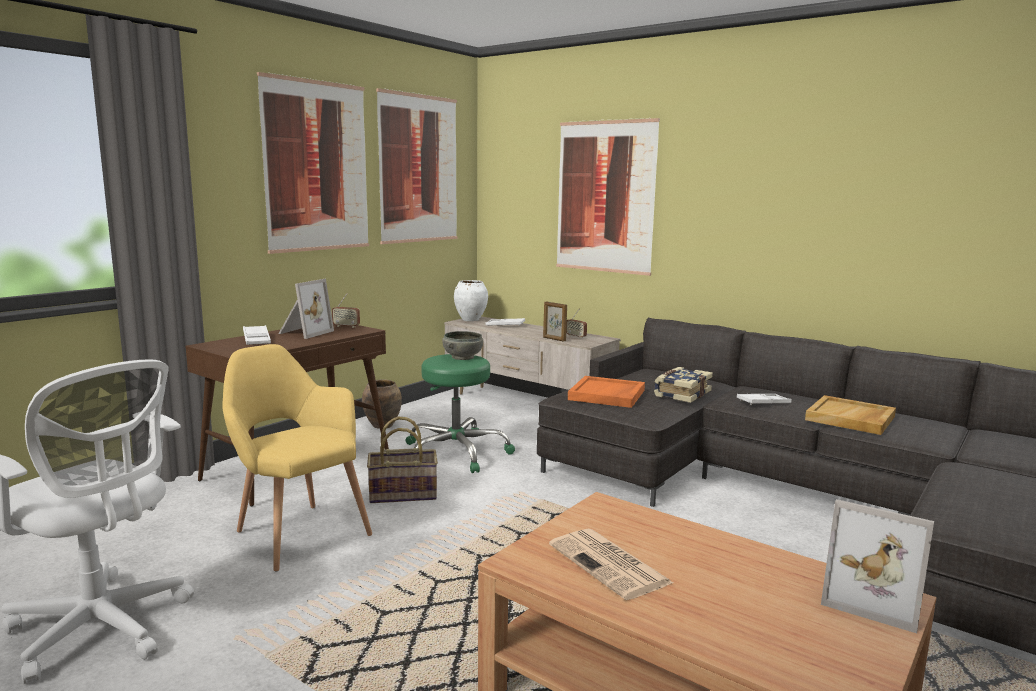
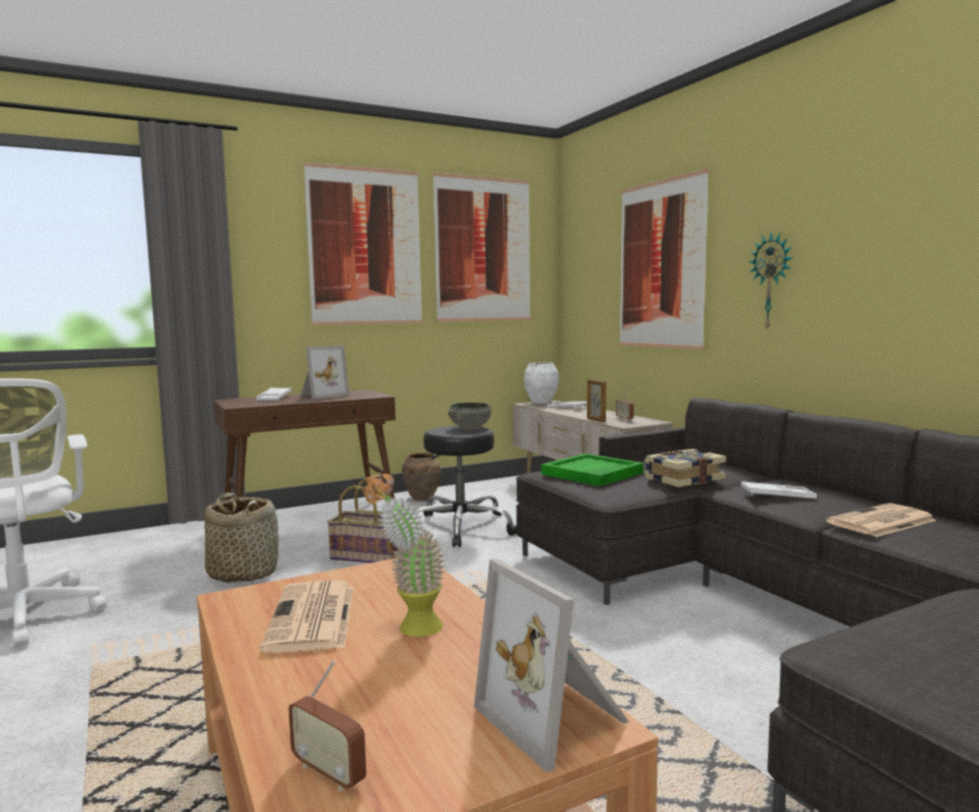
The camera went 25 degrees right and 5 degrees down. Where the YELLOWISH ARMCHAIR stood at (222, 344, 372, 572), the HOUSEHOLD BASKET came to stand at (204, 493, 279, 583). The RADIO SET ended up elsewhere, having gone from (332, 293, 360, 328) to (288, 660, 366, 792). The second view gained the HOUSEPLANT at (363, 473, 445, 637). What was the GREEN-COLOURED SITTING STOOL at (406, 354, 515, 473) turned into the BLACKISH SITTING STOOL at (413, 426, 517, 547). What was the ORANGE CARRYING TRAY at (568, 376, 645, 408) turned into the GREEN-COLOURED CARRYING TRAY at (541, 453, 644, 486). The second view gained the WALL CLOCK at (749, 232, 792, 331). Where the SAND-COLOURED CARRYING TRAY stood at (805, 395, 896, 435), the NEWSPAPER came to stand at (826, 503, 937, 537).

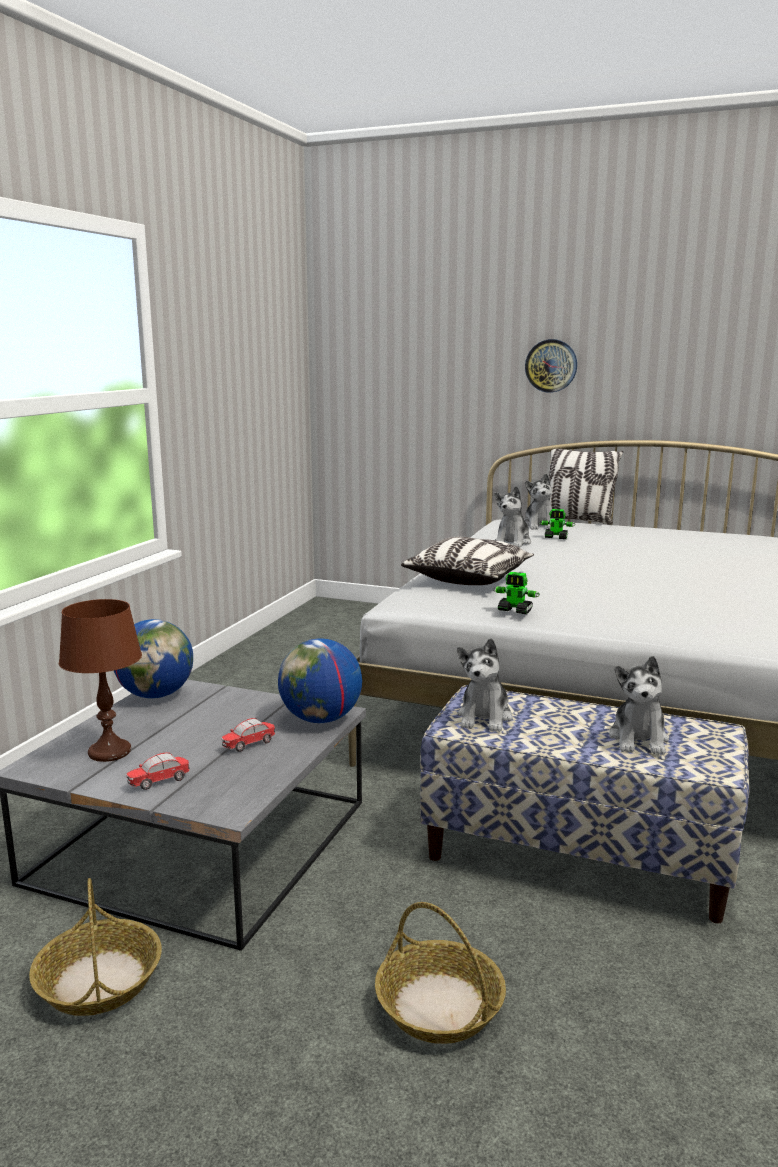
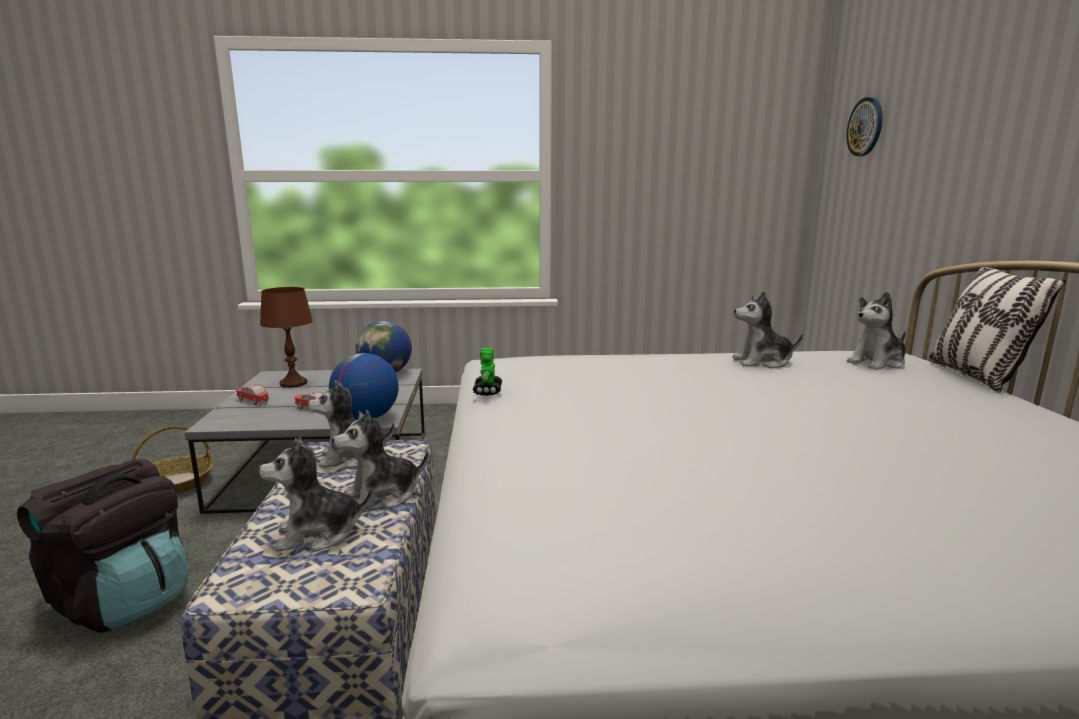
The camera went 65 degrees right and 0 degrees up. Where the HOUSEHOLD BASKET stood at (375, 902, 506, 1044), the BLACKISH BACKPACK came to stand at (17, 459, 188, 633). The second view gained the CUDDLY TOY at (332, 410, 428, 509). The WALL CLOCK ended up elsewhere, having gone from (525, 339, 577, 393) to (846, 97, 883, 156). The second view lost the CUSHION at (401, 537, 534, 585). The second view lost the TOY ROBOT at (539, 509, 575, 539).

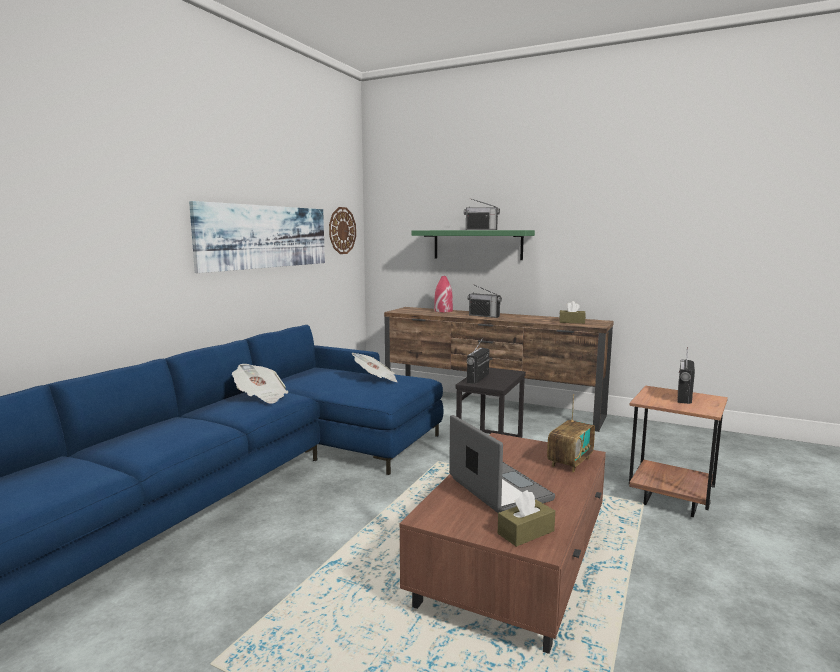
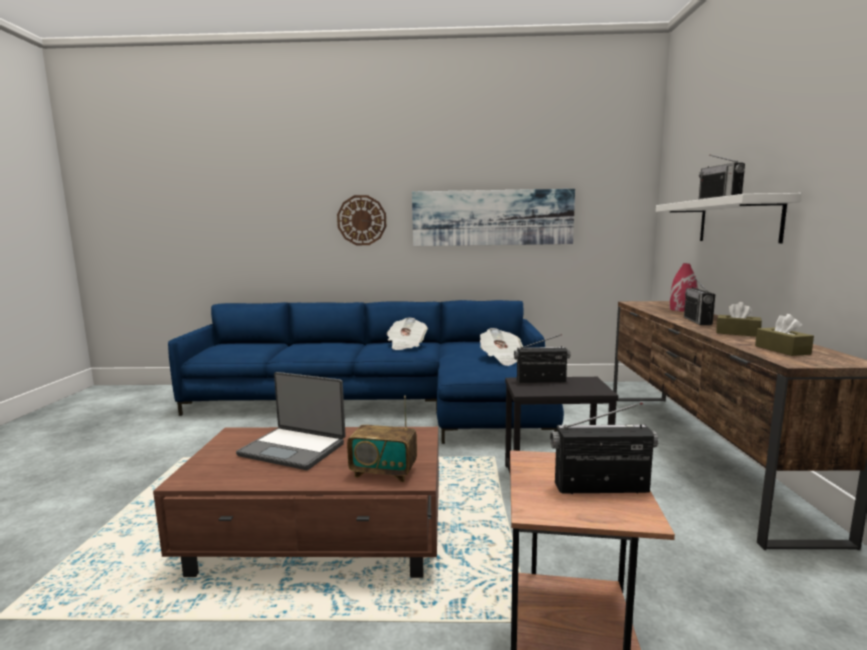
The camera went 65 degrees right and 0 degrees up. The NOTEBOOK COMPUTER at (449, 415, 555, 513) ended up facing another way, 75 degrees clockwise from before. The WALL CLOCK ended up elsewhere, having gone from (329, 207, 356, 254) to (337, 195, 386, 245). What was the GREEN-COLOURED SHELF at (412, 230, 535, 260) turned into the WHITISH SHELF at (656, 193, 801, 243). The BROWN TISSUE HOLDER ended up elsewhere, having gone from (498, 490, 555, 547) to (716, 302, 762, 337).

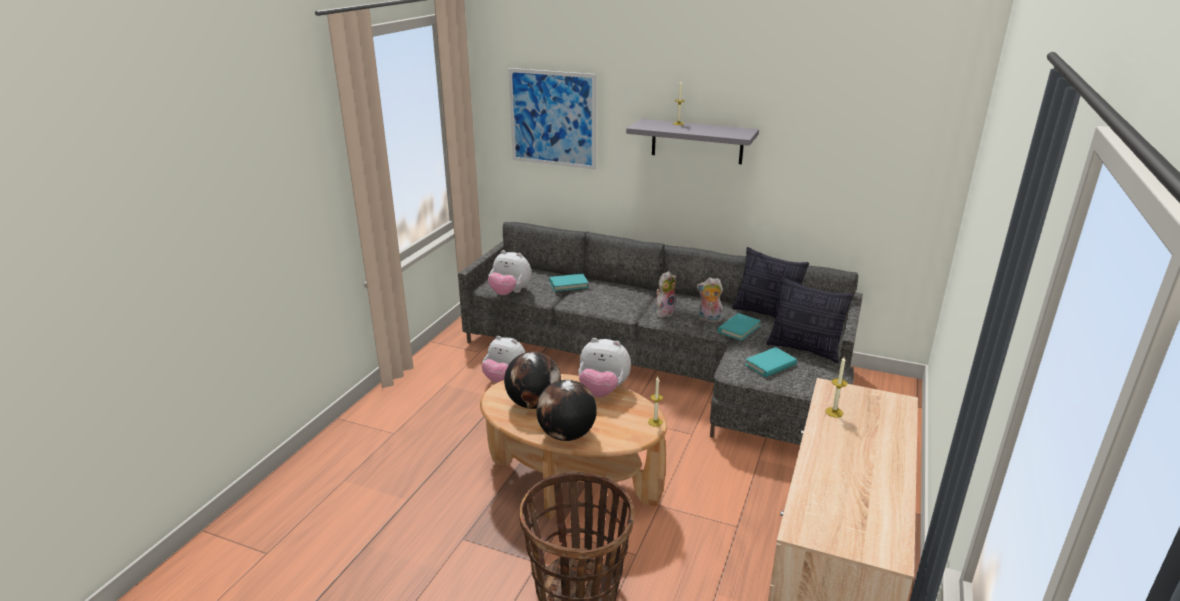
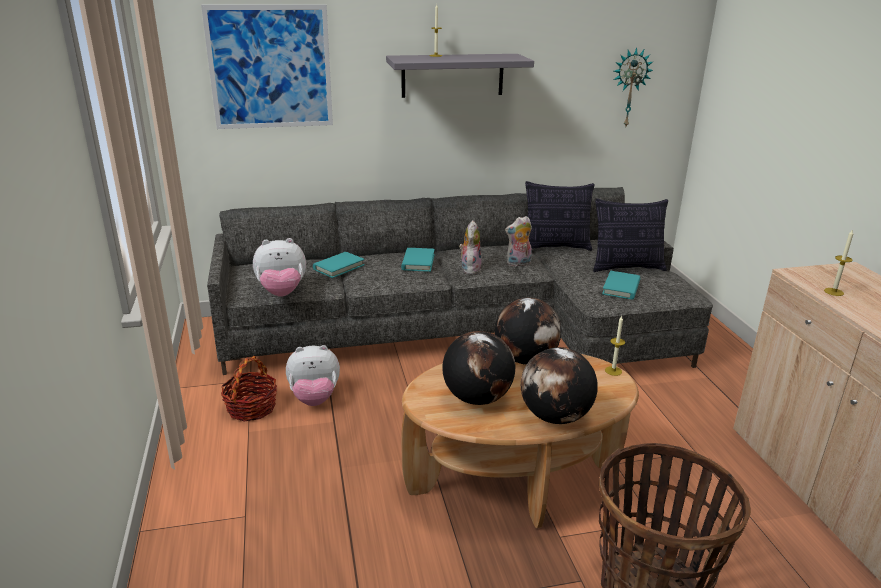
The camera went 35 degrees left and 0 degrees up. The second view gained the HOUSEHOLD BASKET at (221, 356, 277, 421). The TURQUOISE BOUND BOOK ended up elsewhere, having gone from (718, 313, 761, 341) to (401, 248, 435, 272). Where the CUDDLY TOY stood at (578, 338, 631, 397), the DESK GLOBE came to stand at (495, 297, 561, 365). The second view gained the WALL CLOCK at (614, 47, 653, 126).

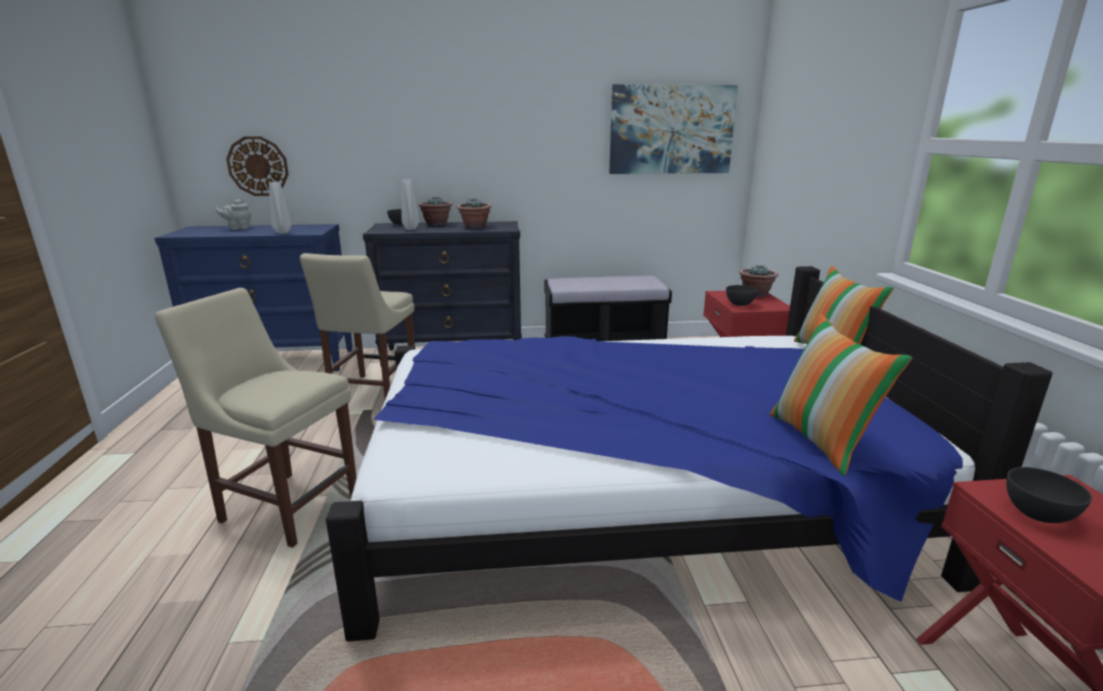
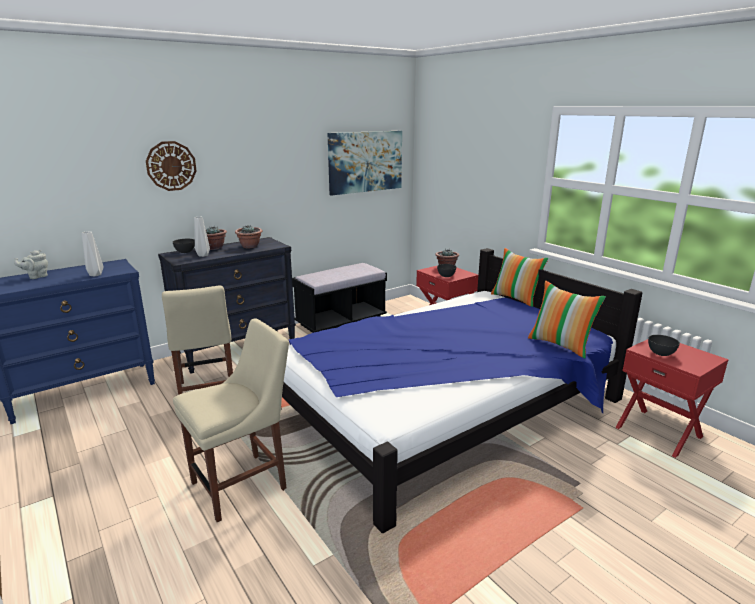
The camera went 30 degrees left and 0 degrees up. The WALL CLOCK ended up elsewhere, having gone from (226, 136, 289, 196) to (146, 141, 197, 191). The SAND-COLOURED UPRIGHT CHAIR at (155, 288, 357, 548) ended up facing another way, 150 degrees clockwise from before.

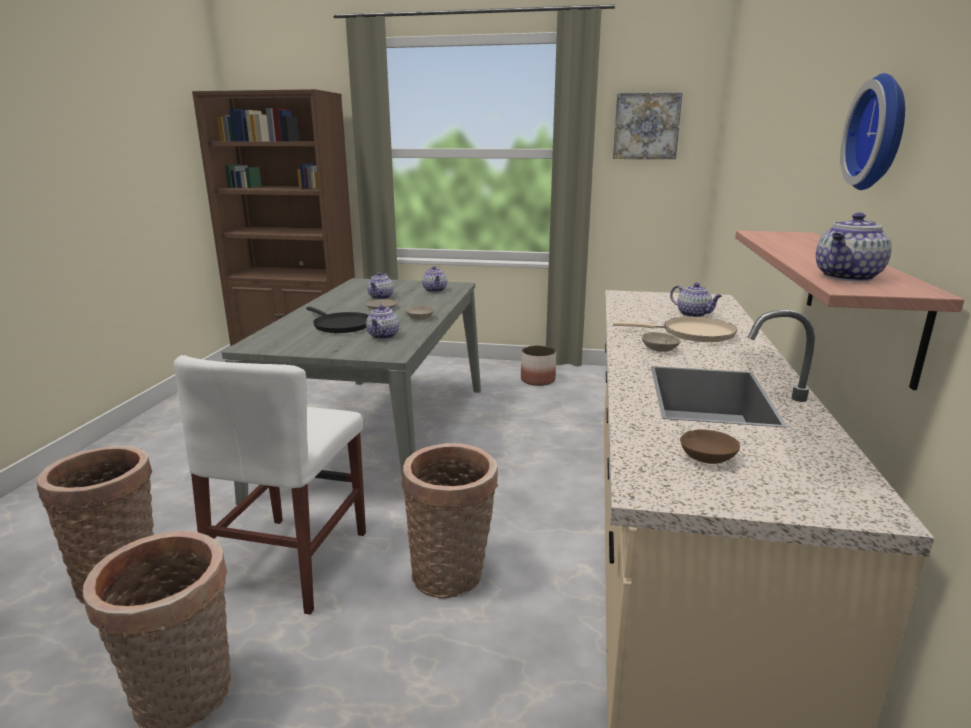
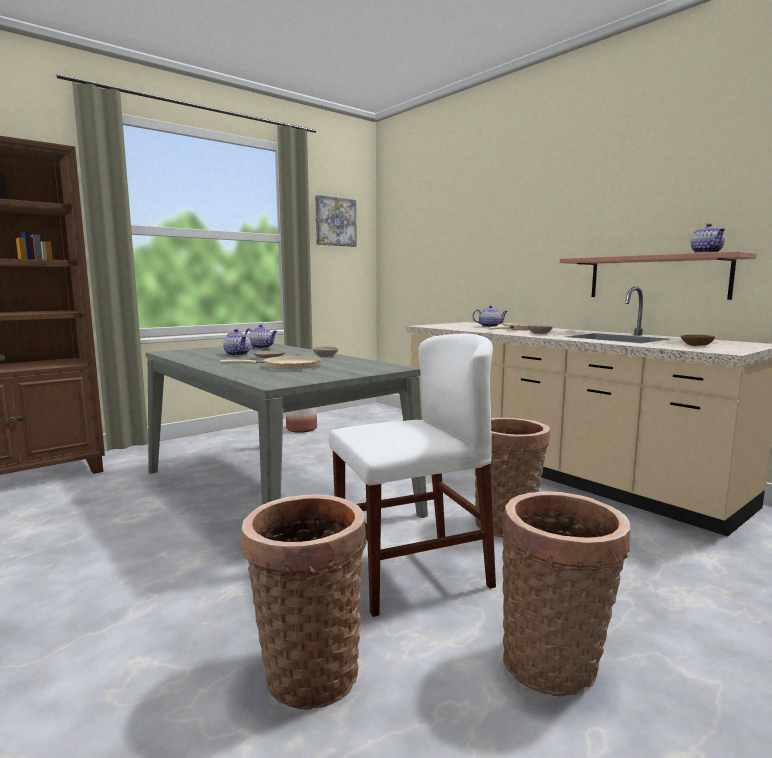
The camera went 50 degrees left and 10 degrees down. What was the BLACKISH SKILLET at (306, 307, 369, 333) turned into the SAND-COLOURED SKILLET at (220, 356, 322, 370). The WHITISH UPRIGHT CHAIR at (174, 355, 366, 615) ended up facing another way, 75 degrees counterclockwise from before. The second view lost the TEAPOT at (366, 305, 399, 339). The second view lost the WALL CLOCK at (840, 73, 905, 190).

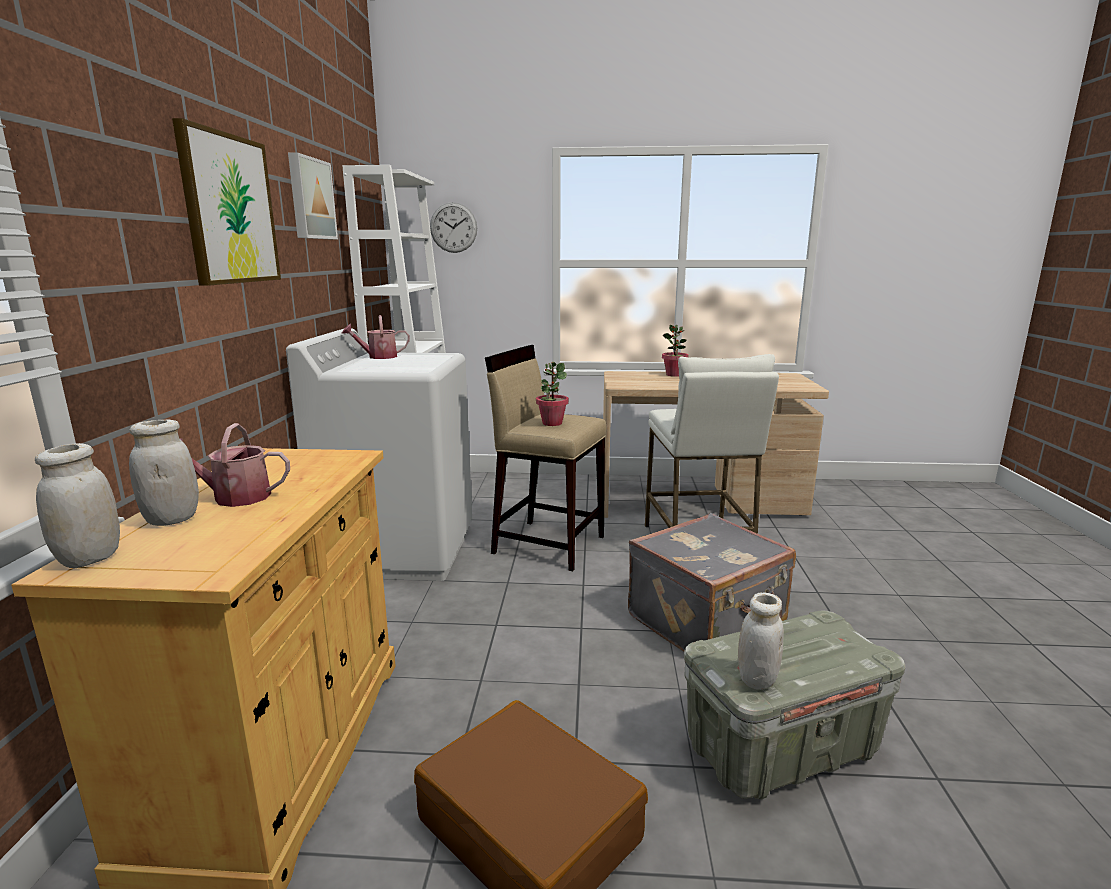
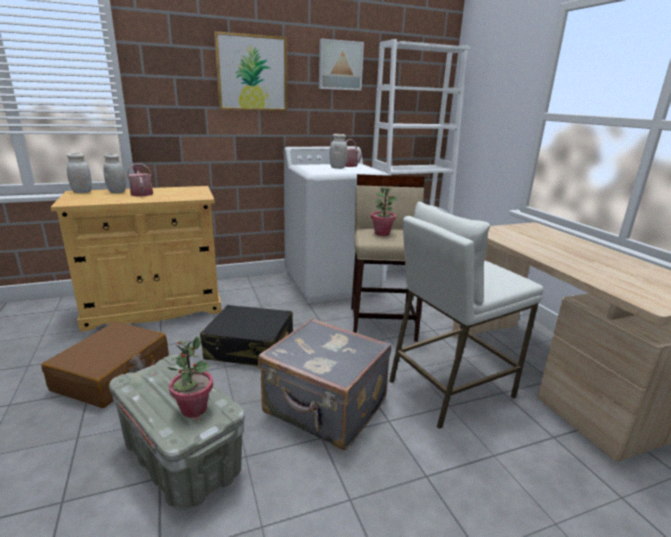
The camera went 65 degrees right and 5 degrees up. The HOUSEPLANT ended up elsewhere, having gone from (662, 325, 689, 377) to (167, 336, 213, 418). The second view gained the BLACKISH TRAVEL CASE at (200, 305, 293, 366). The WHITISH STORAGE JAR ended up elsewhere, having gone from (738, 592, 784, 690) to (330, 134, 347, 169). The second view lost the WALL CLOCK at (430, 202, 477, 253).

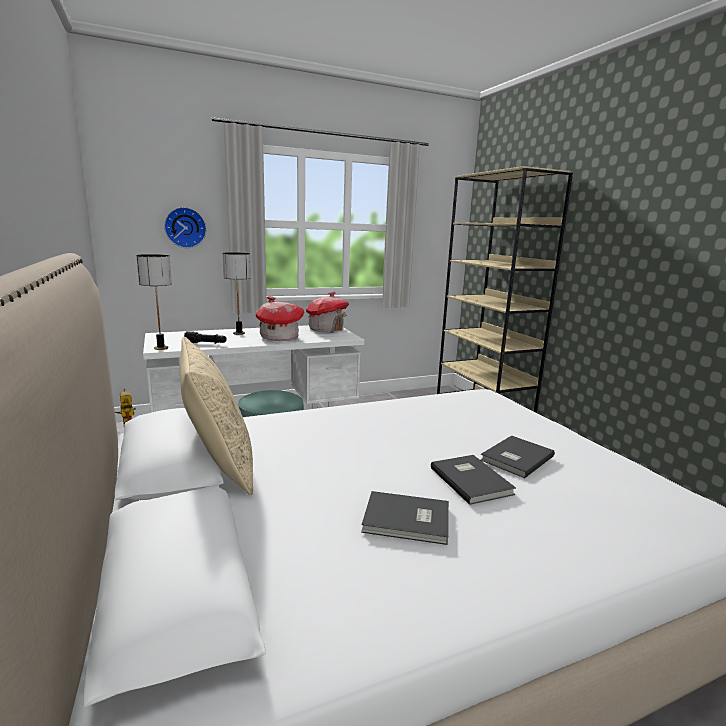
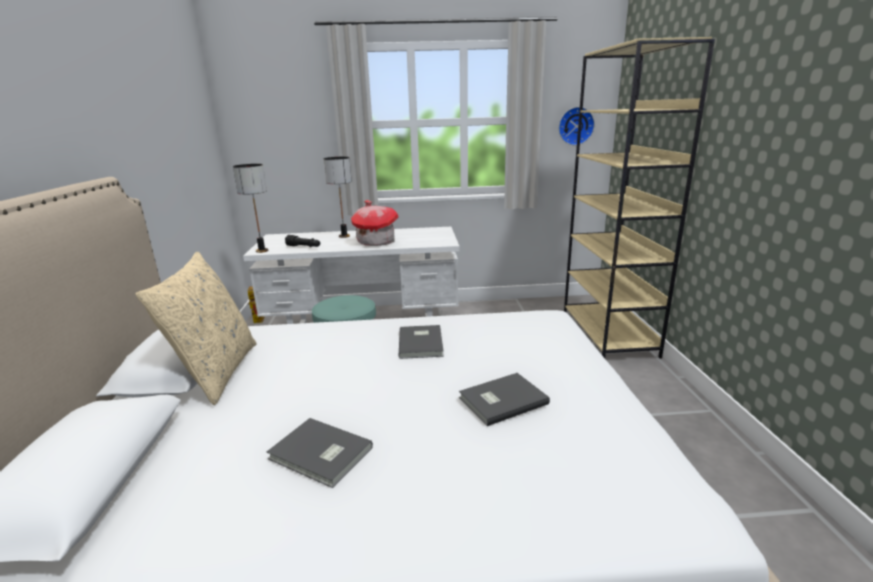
The camera went 20 degrees right and 5 degrees up. The GRAY BOUND BOOK ended up elsewhere, having gone from (431, 455, 516, 505) to (399, 325, 444, 359). The WALL CLOCK ended up elsewhere, having gone from (164, 207, 206, 248) to (559, 107, 595, 145). The second view lost the MODEL HOUSE at (306, 291, 349, 333).

